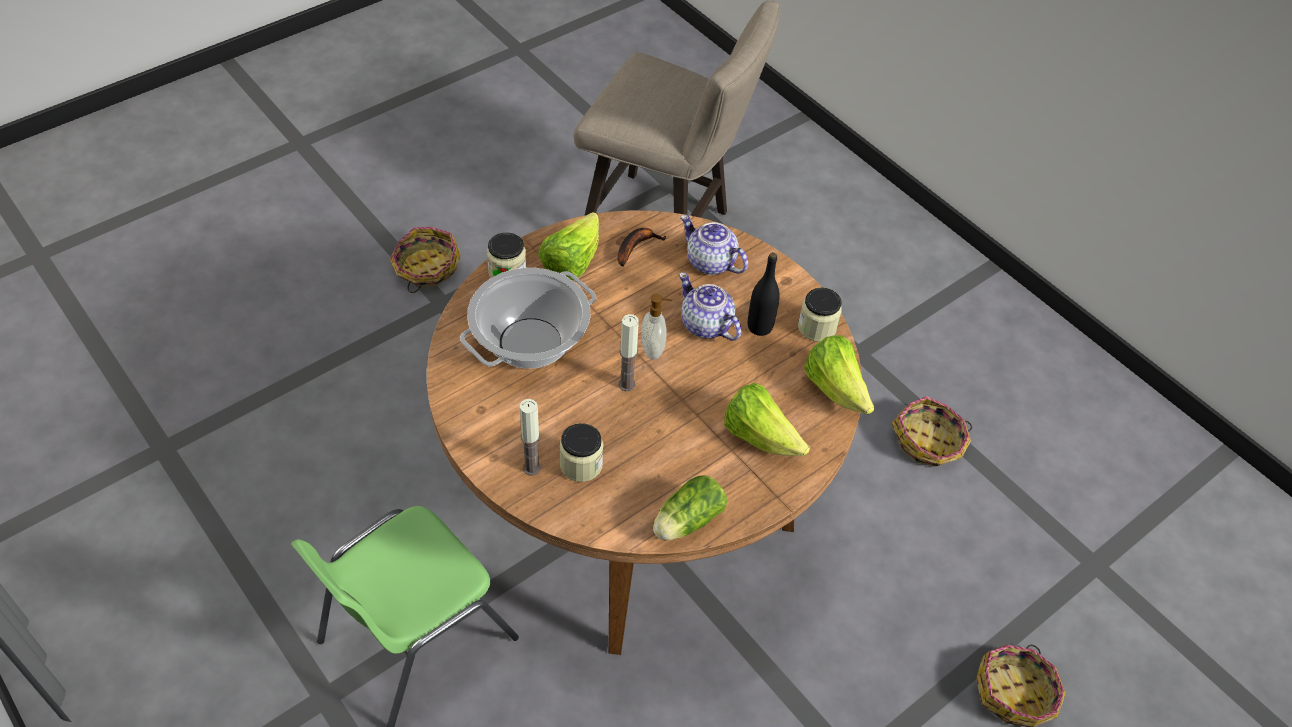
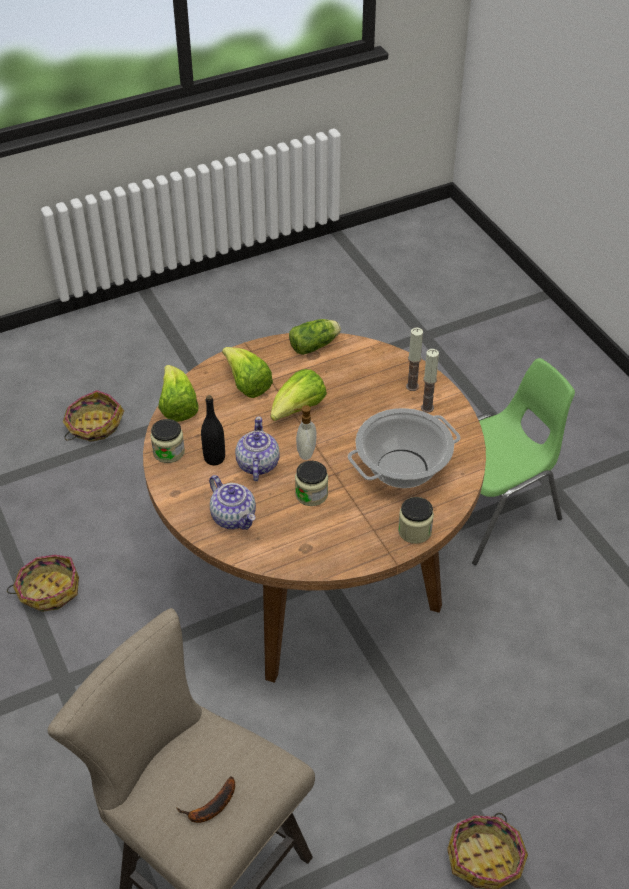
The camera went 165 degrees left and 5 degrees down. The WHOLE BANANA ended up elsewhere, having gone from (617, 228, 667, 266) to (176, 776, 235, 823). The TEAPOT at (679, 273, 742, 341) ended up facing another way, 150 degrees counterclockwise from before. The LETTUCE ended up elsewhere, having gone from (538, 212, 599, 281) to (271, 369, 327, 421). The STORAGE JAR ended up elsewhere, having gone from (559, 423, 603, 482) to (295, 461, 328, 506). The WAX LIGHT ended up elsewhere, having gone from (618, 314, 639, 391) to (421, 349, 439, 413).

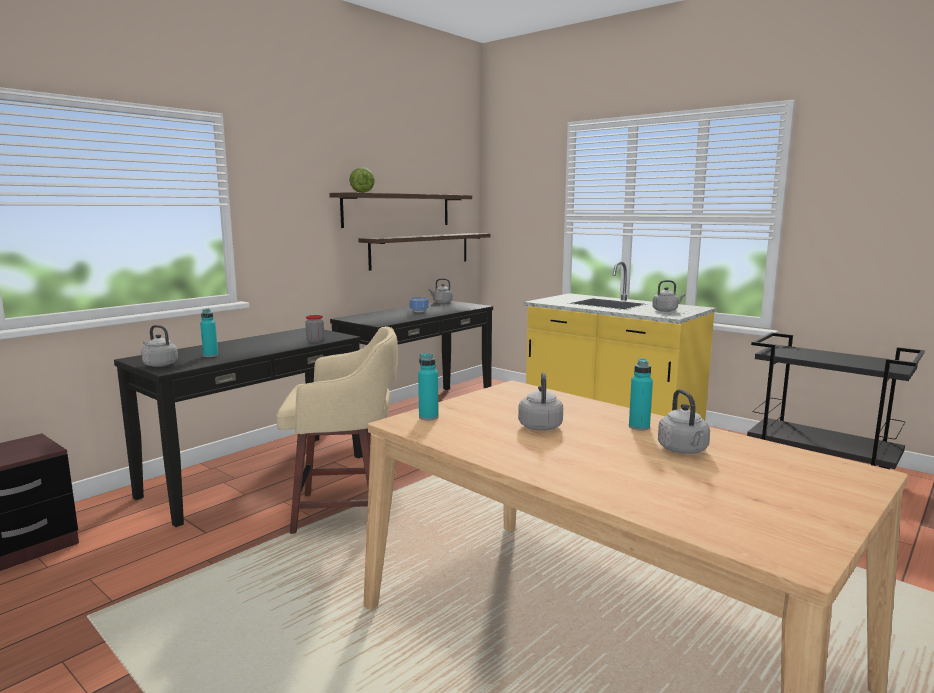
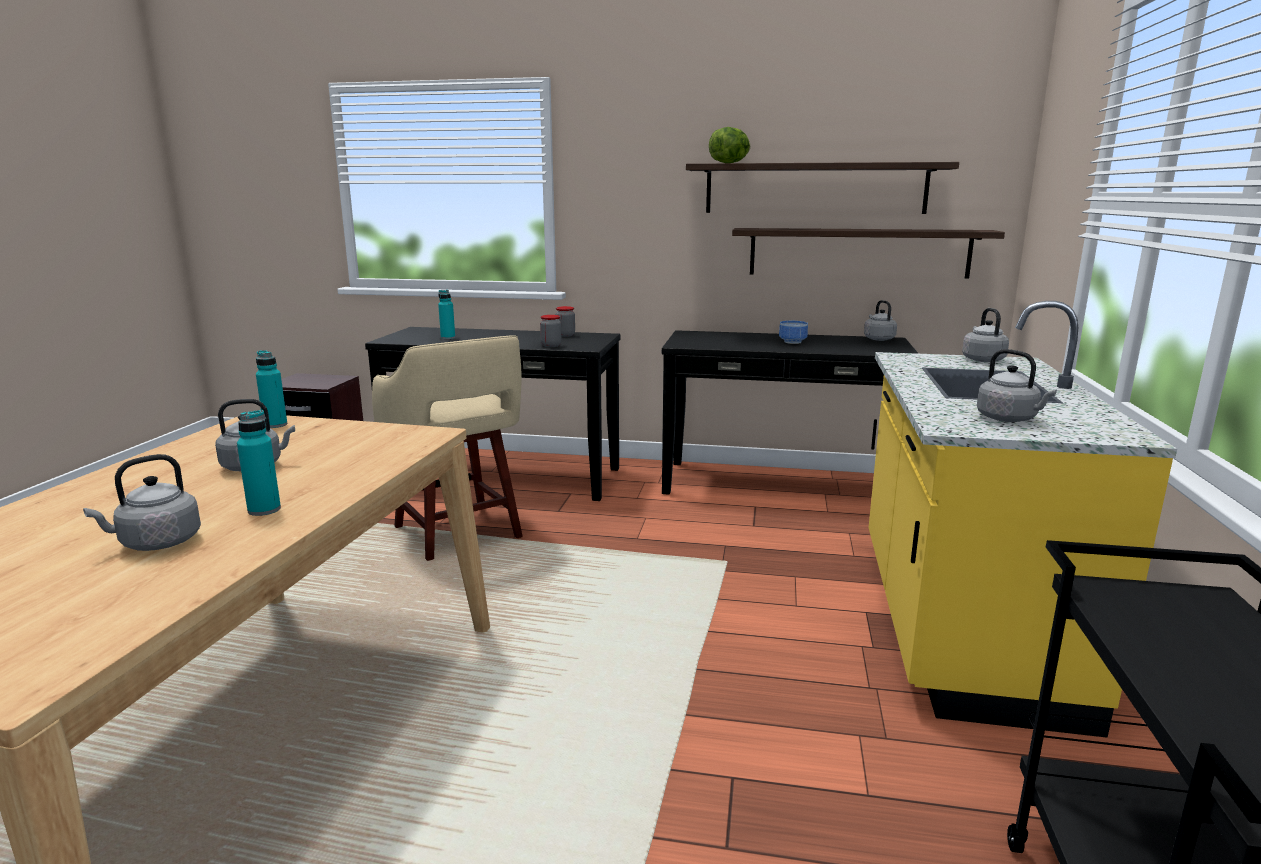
The camera went 60 degrees right and 5 degrees up. The second view gained the STORAGE JAR at (555, 306, 575, 337). The GRAY WATER KETTLE ended up elsewhere, having gone from (141, 325, 178, 367) to (962, 308, 1009, 362).

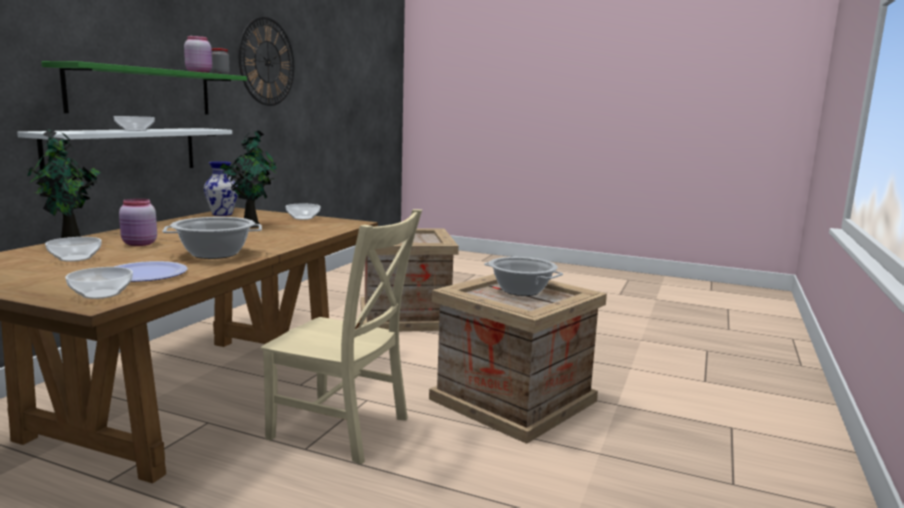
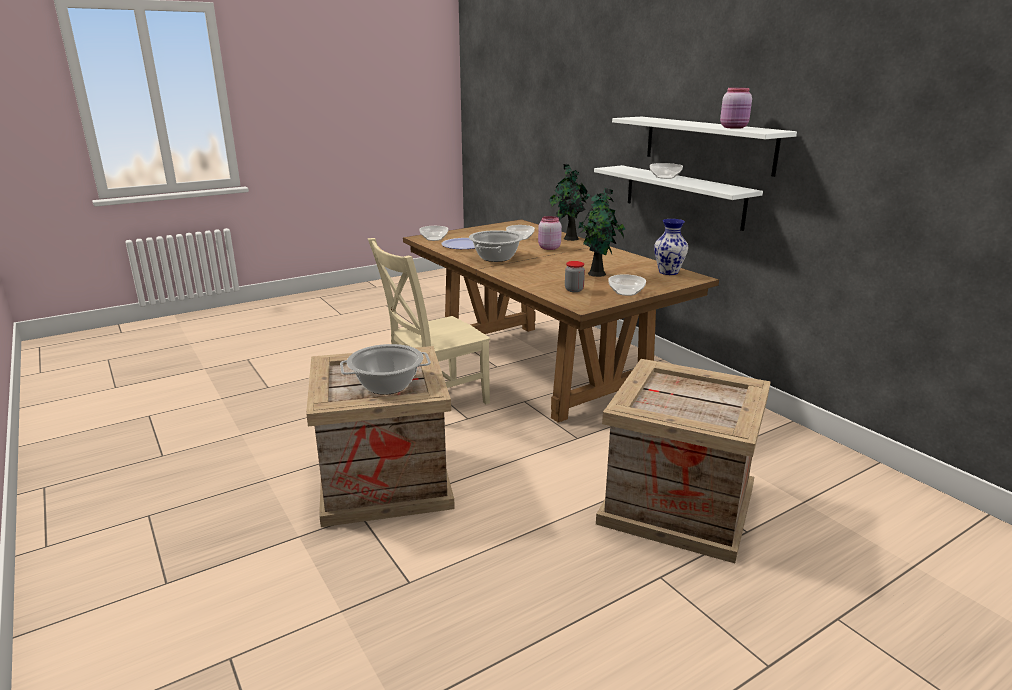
The camera went 125 degrees right and 10 degrees up. The STORAGE JAR ended up elsewhere, having gone from (212, 48, 229, 75) to (565, 261, 585, 292). What was the GREEN-COLOURED SHELF at (41, 61, 247, 114) turned into the WHITISH SHELF at (612, 117, 797, 177). The second view lost the WALL CLOCK at (239, 17, 294, 106).

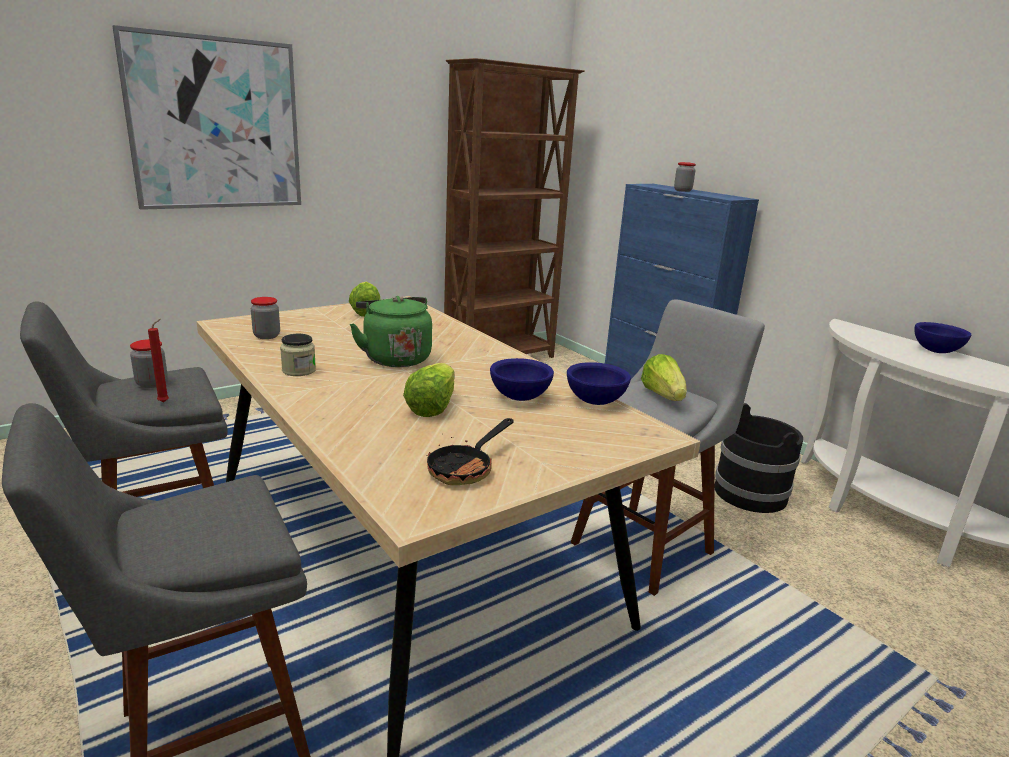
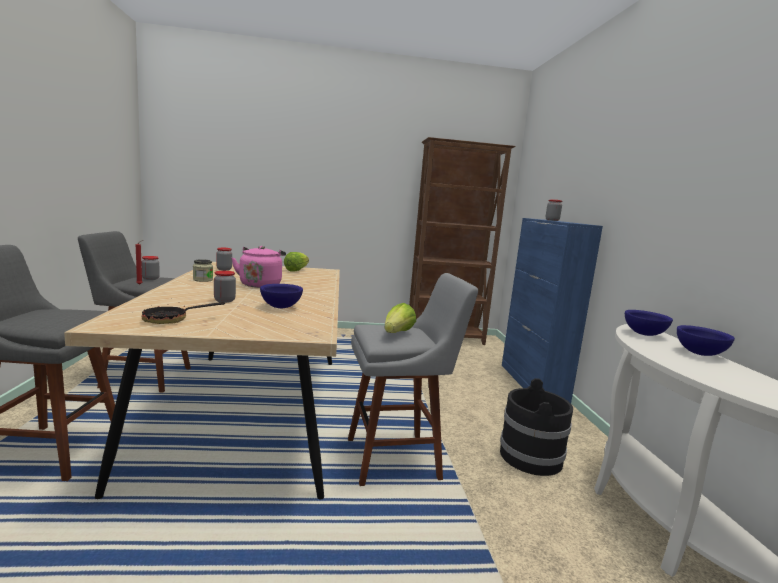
The camera went 30 degrees right and 10 degrees down. Where the LETTUCE stood at (403, 363, 455, 417), the STORAGE JAR came to stand at (214, 271, 236, 303). What was the GREEN-COLOURED WATER KETTLE at (350, 296, 432, 367) turned into the PINK WATER KETTLE at (232, 246, 286, 288). The BLUE-COLOURED DEEP DISH ended up elsewhere, having gone from (567, 362, 631, 405) to (625, 310, 673, 336). The second view lost the WALL ART at (112, 25, 301, 210).

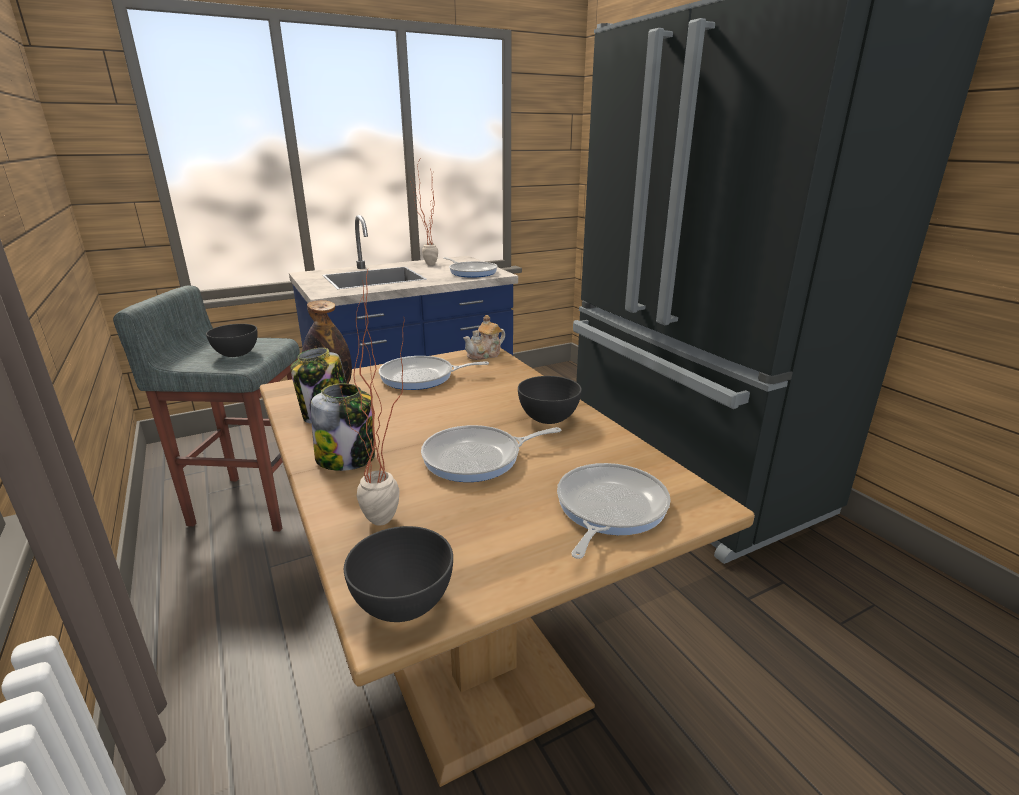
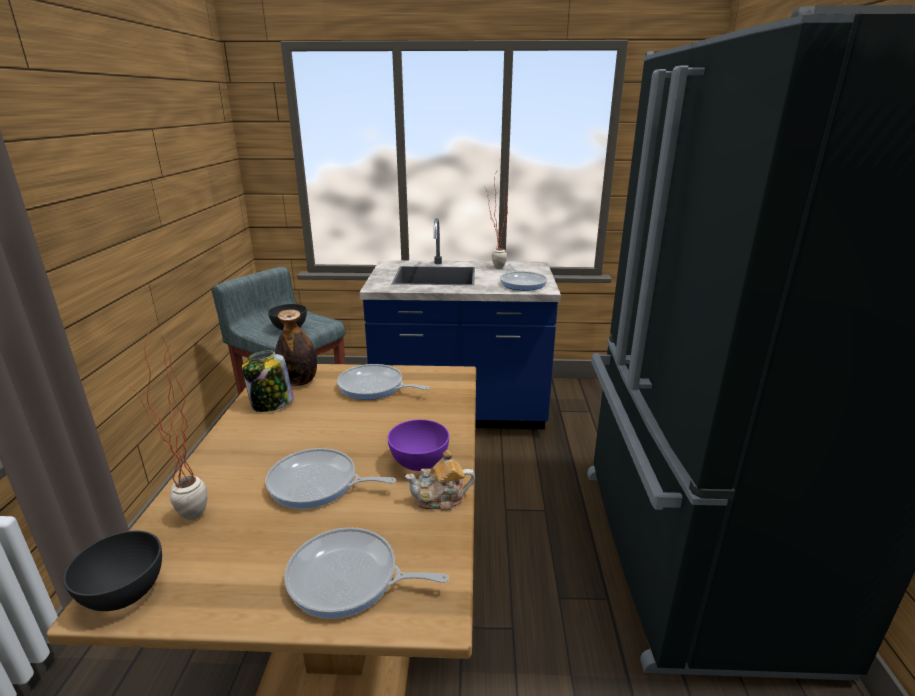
The camera went 30 degrees right and 0 degrees up. The SKILLET at (557, 463, 671, 559) ended up facing another way, 135 degrees counterclockwise from before. What was the GRAY DEEP DISH at (518, 376, 582, 424) turned into the PURPLE-COLOURED DEEP DISH at (388, 419, 449, 471). The TEAPOT ended up elsewhere, having gone from (463, 315, 505, 360) to (405, 450, 475, 511). The second view lost the STORAGE JAR at (311, 383, 375, 471).

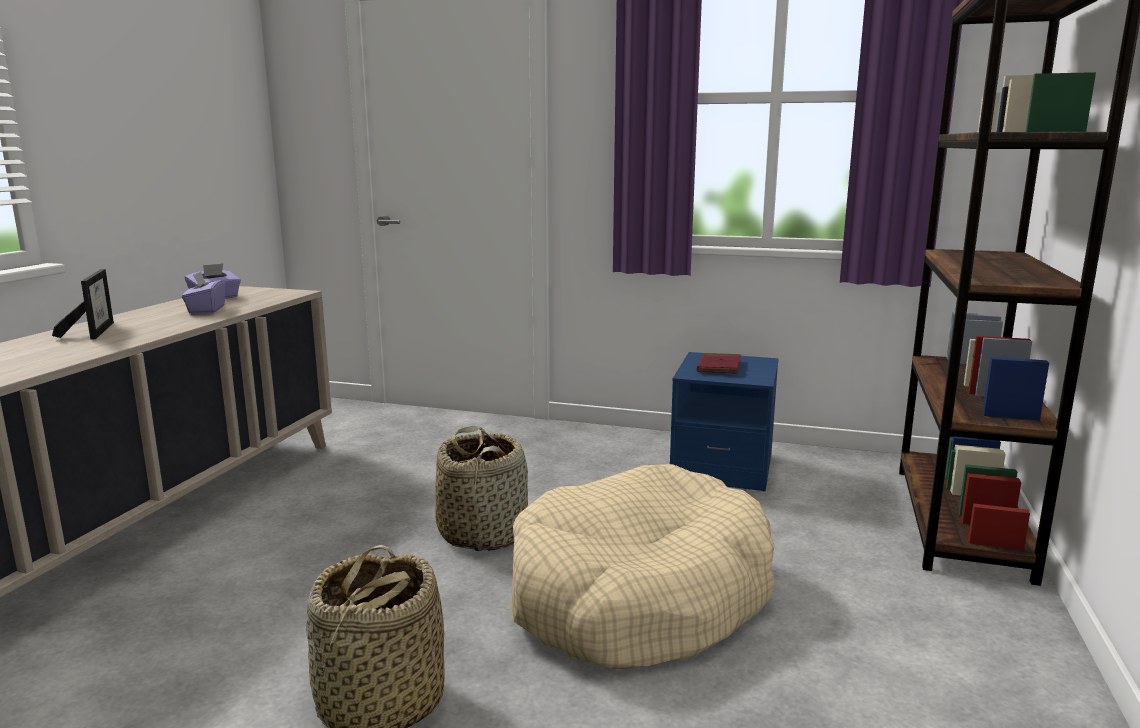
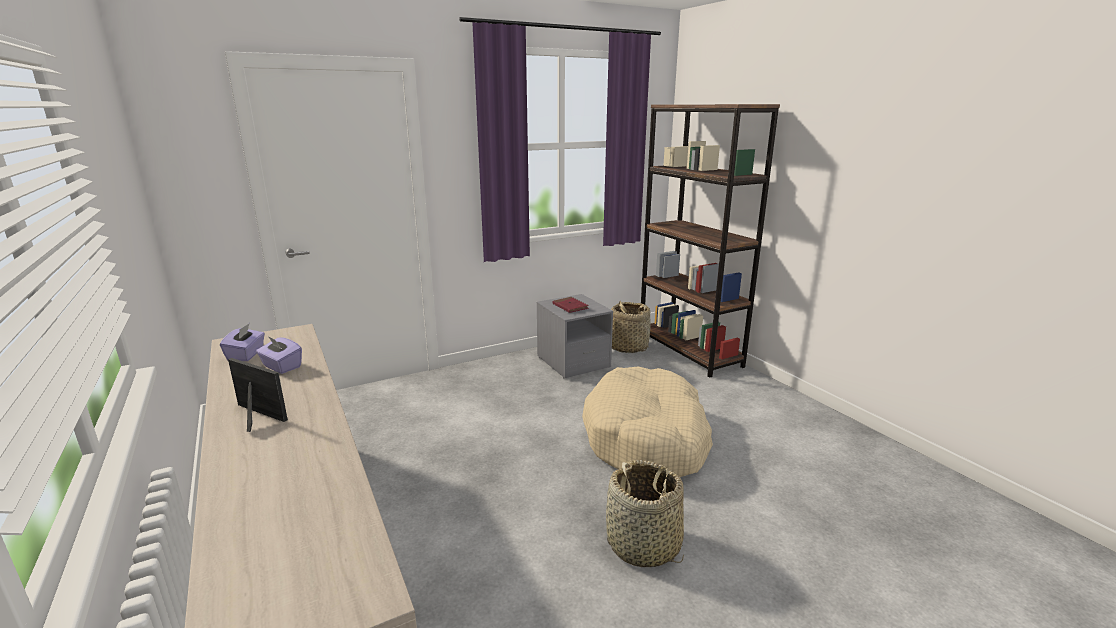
The camera went 45 degrees left and 5 degrees up. What was the BLUE-COLOURED NIGHTSTAND at (670, 352, 779, 492) turned into the GRAY NIGHTSTAND at (536, 294, 613, 378). The HOUSEHOLD BASKET ended up elsewhere, having gone from (435, 426, 528, 551) to (611, 301, 650, 353).

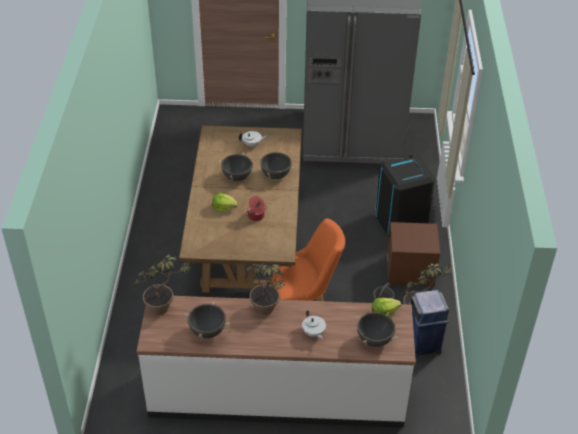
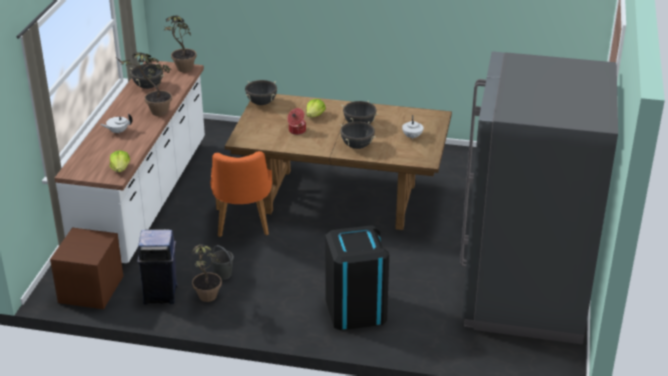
The camera went 100 degrees right and 10 degrees down. The BROWN NIGHTSTAND ended up elsewhere, having gone from (387, 222, 440, 287) to (50, 228, 123, 309). The BLACKISH SAUCEPOT ended up elsewhere, having gone from (356, 312, 397, 347) to (245, 80, 277, 105).

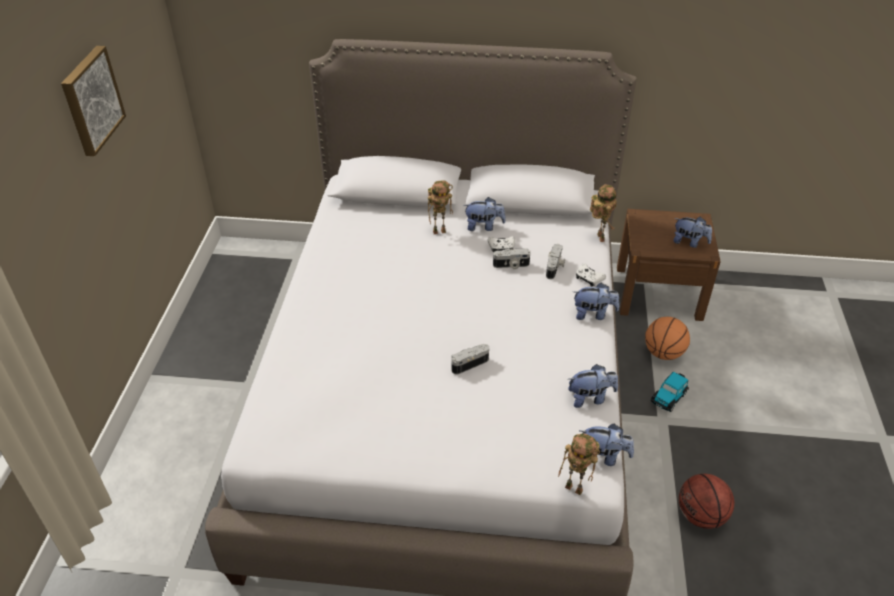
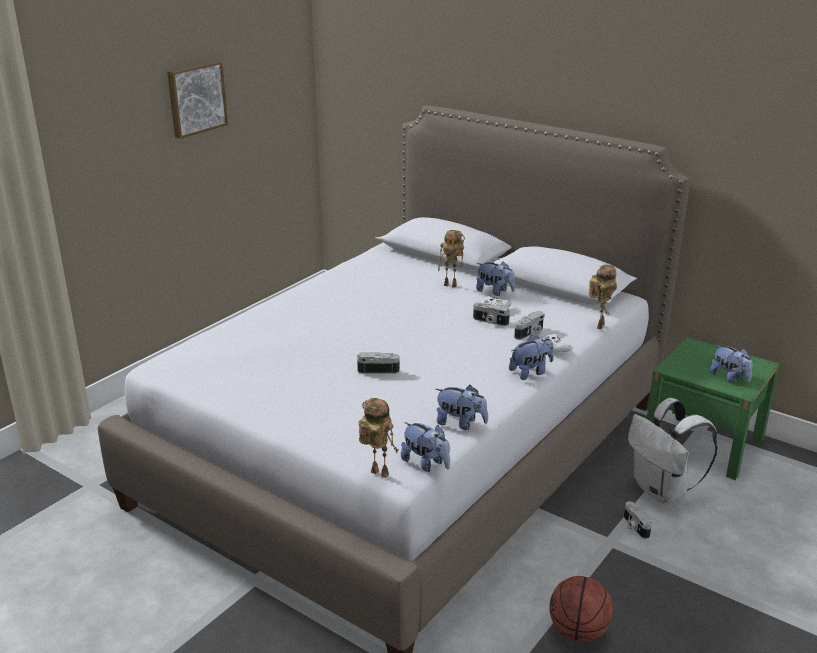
The camera went 30 degrees right and 15 degrees down. The TOY ROBOT at (558, 433, 600, 495) ended up facing another way, 150 degrees clockwise from before. The CUDDLY TOY at (574, 283, 619, 320) ended up facing another way, 60 degrees counterclockwise from before. Where the MODEL CAR stood at (651, 371, 689, 412), the PHOTO CAMERA came to stand at (624, 501, 652, 539). Where the BASKETBALL stood at (645, 317, 690, 360), the WHITISH BACKPACK came to stand at (628, 398, 718, 503). What was the BROWN NIGHTSTAND at (617, 209, 721, 321) turned into the GREEN-COLOURED NIGHTSTAND at (647, 337, 780, 480).

